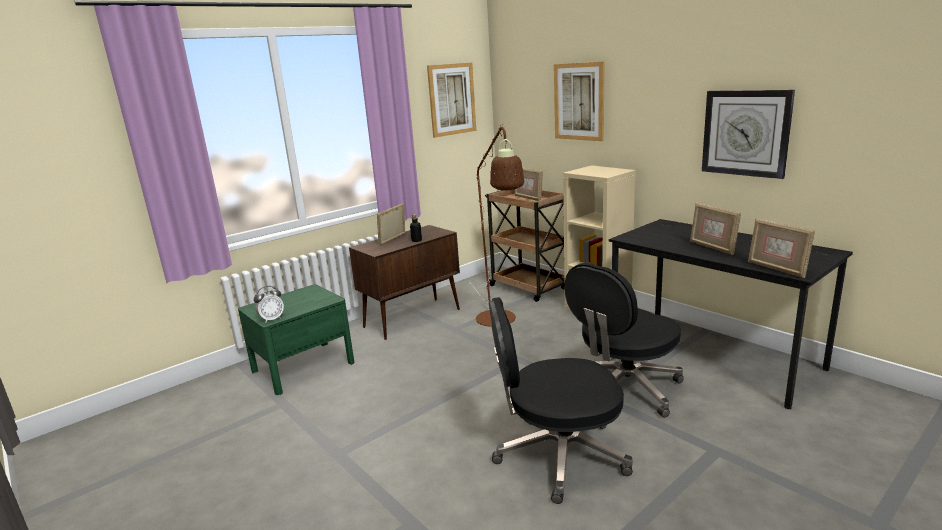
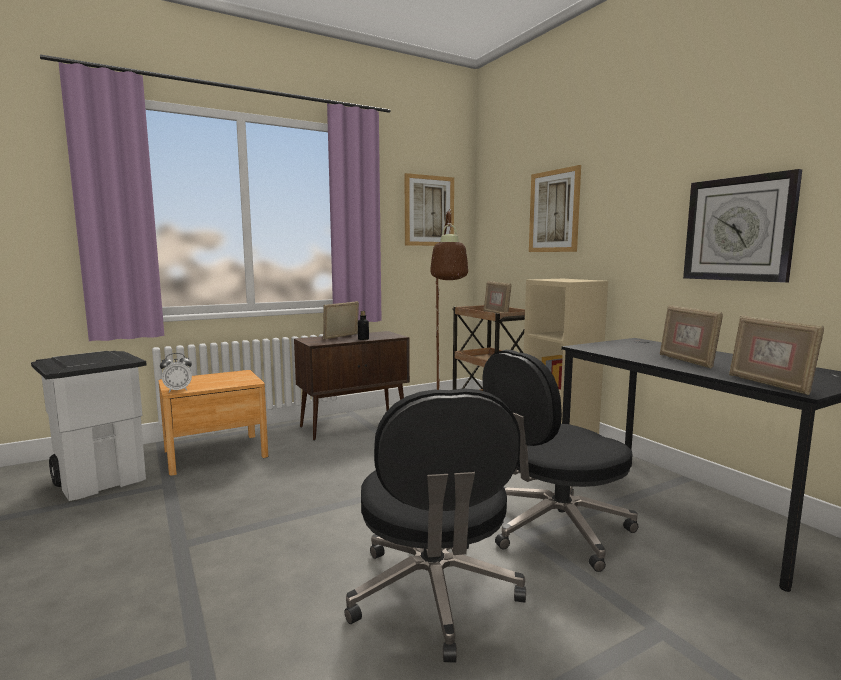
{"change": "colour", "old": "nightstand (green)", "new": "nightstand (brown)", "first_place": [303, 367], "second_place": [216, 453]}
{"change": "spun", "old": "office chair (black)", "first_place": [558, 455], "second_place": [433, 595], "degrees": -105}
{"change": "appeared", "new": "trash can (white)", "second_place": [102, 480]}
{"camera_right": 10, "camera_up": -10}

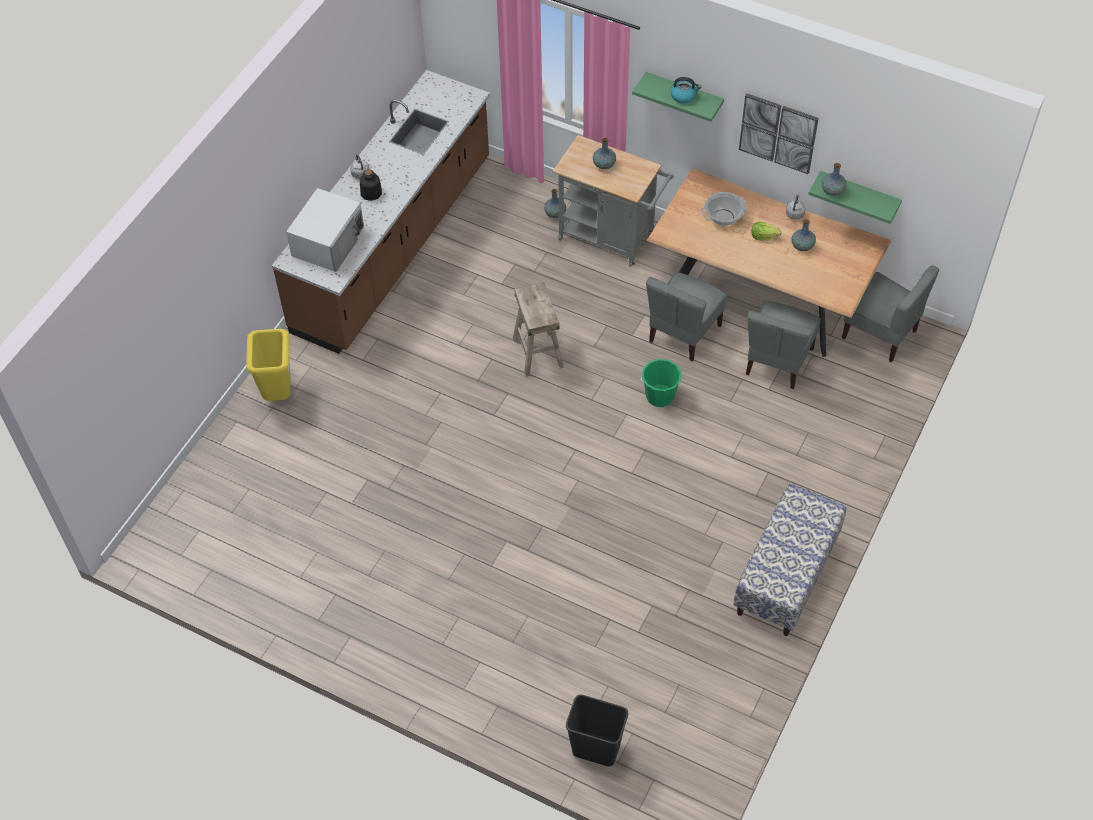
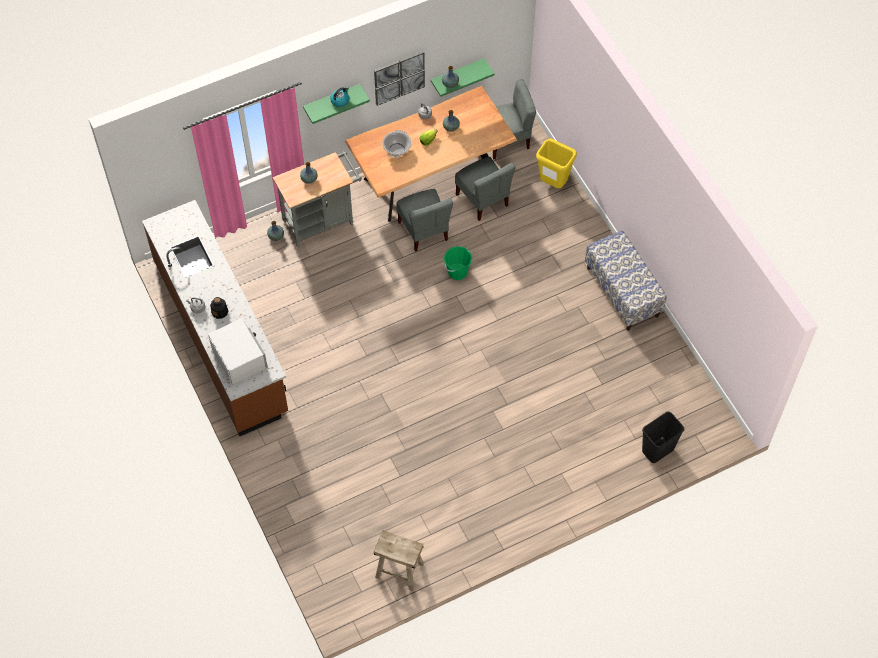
{"change": "relocated", "old": "trash can (yellow)", "first_place": [278, 393], "second_place": [553, 183]}
{"change": "relocated", "old": "stool (beige)", "first_place": [537, 352], "second_place": [399, 570]}
{"camera_right": -55, "camera_up": 5}

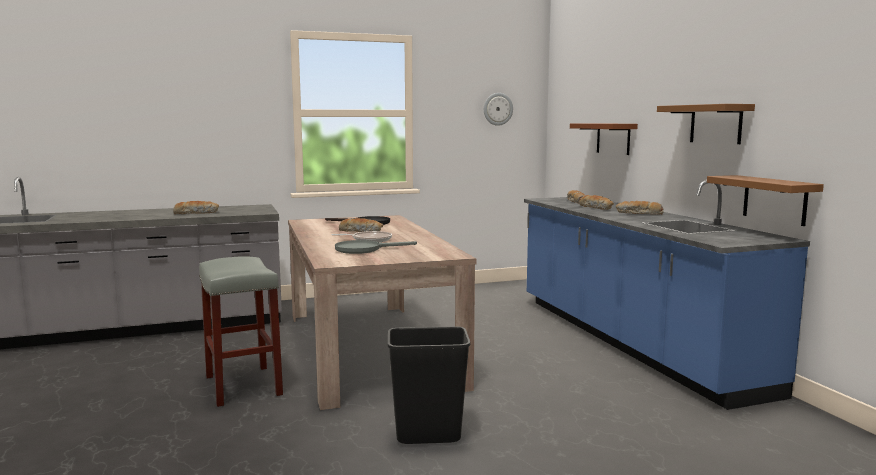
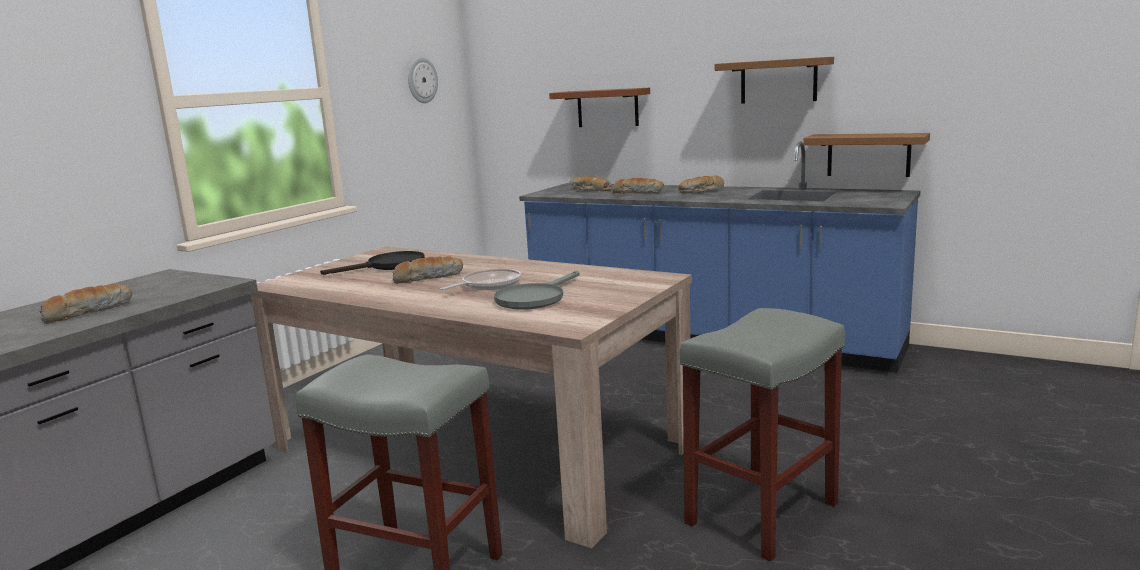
{"change": "exchanged", "old": "trash can (black)", "new": "stool (grey)", "first_place": [427, 436], "second_place": [761, 515]}
{"camera_right": -40, "camera_up": 5}

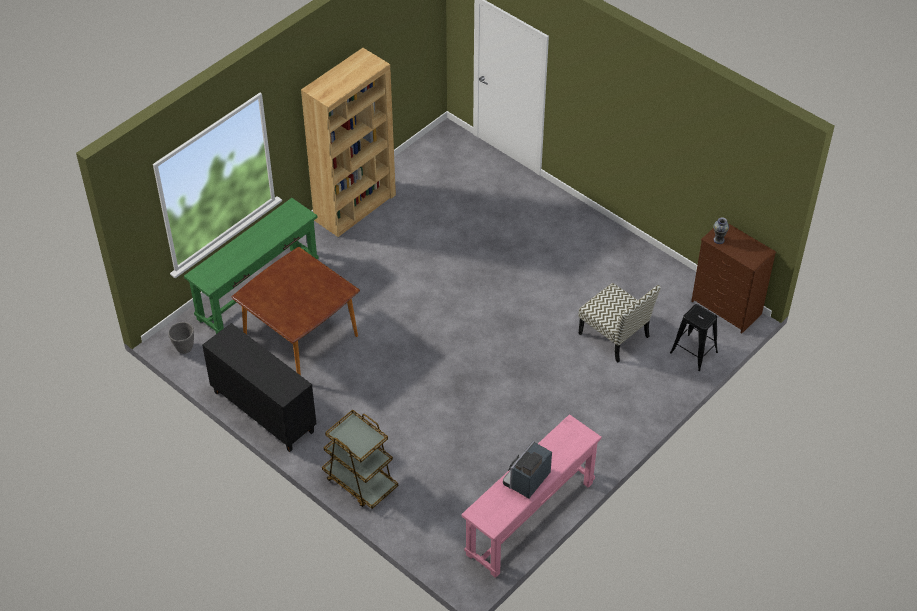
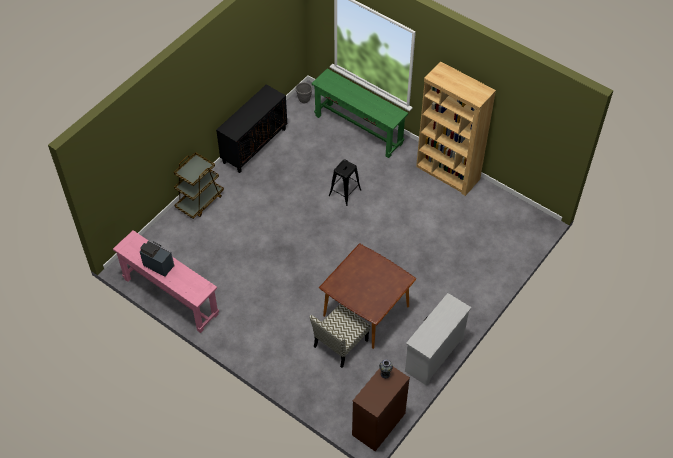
{"change": "relocated", "old": "dining table (brown)", "first_place": [301, 338], "second_place": [366, 311]}
{"change": "relocated", "old": "stool (black)", "first_place": [694, 353], "second_place": [344, 193]}
{"change": "appeared", "new": "dresser (white)", "second_place": [434, 355]}
{"camera_right": 85, "camera_up": 5}

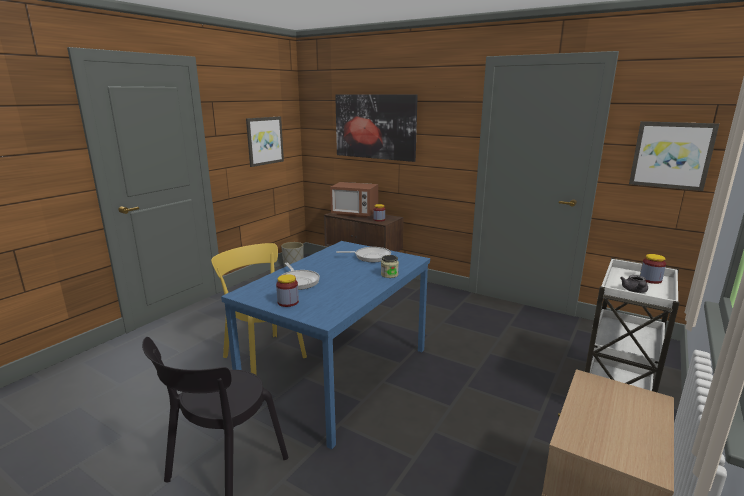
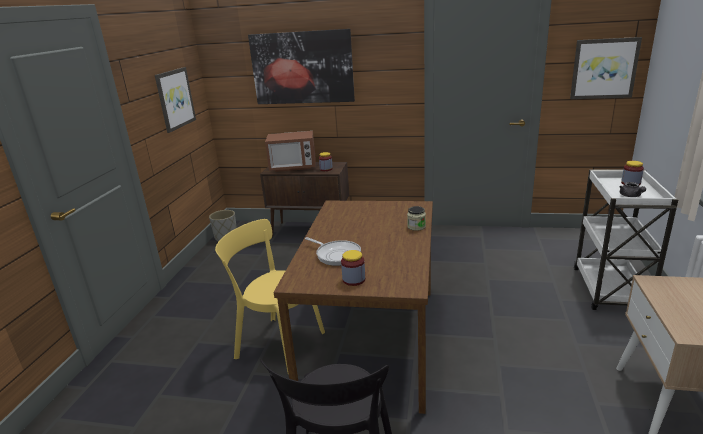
{"change": "colour", "old": "dining table (blue)", "new": "dining table (brown)", "first_place": [338, 373], "second_place": [370, 338]}
{"change": "missing", "old": "frying pan", "first_place": [370, 257]}
{"camera_right": -20, "camera_up": 5}

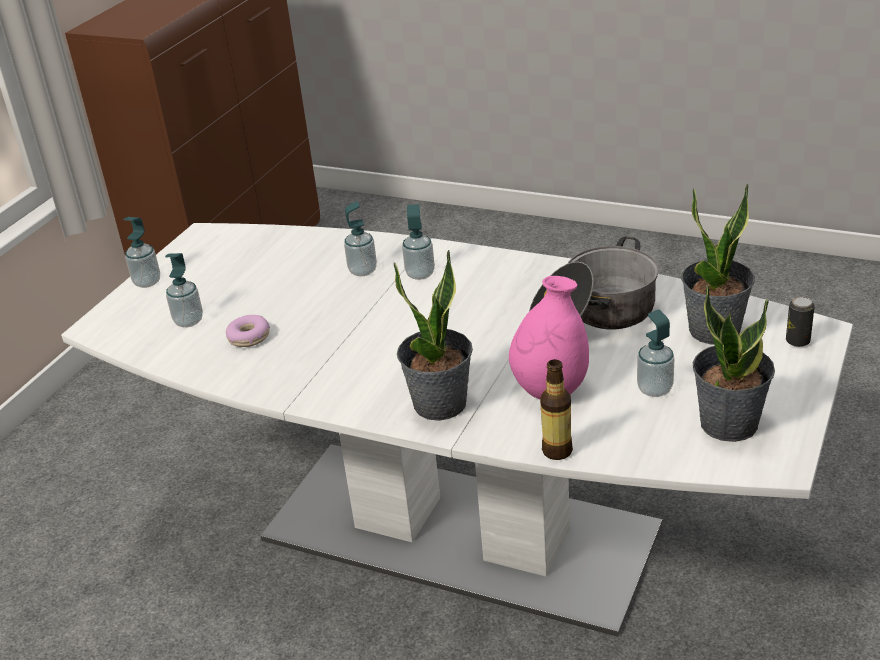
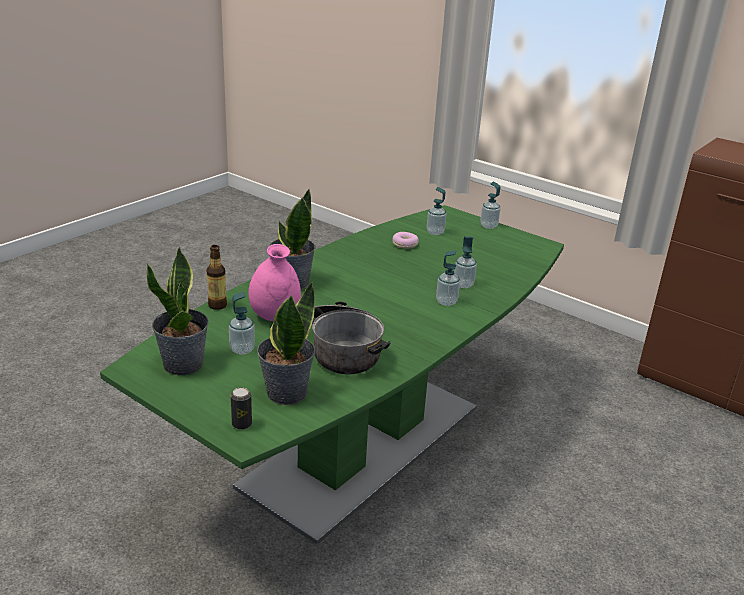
{"change": "colour", "old": "dining table (white)", "new": "dining table (green)", "first_place": [461, 533], "second_place": [363, 446]}
{"camera_right": 100, "camera_up": -5}

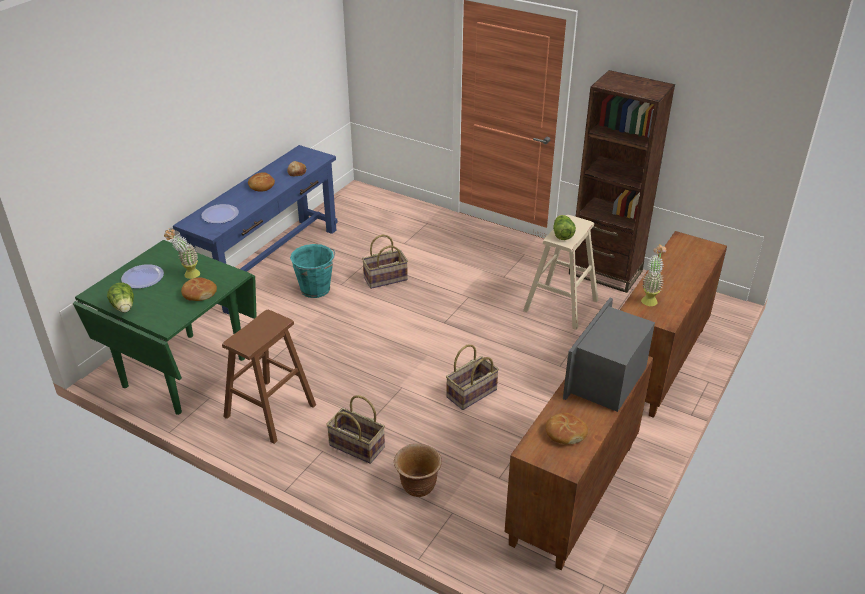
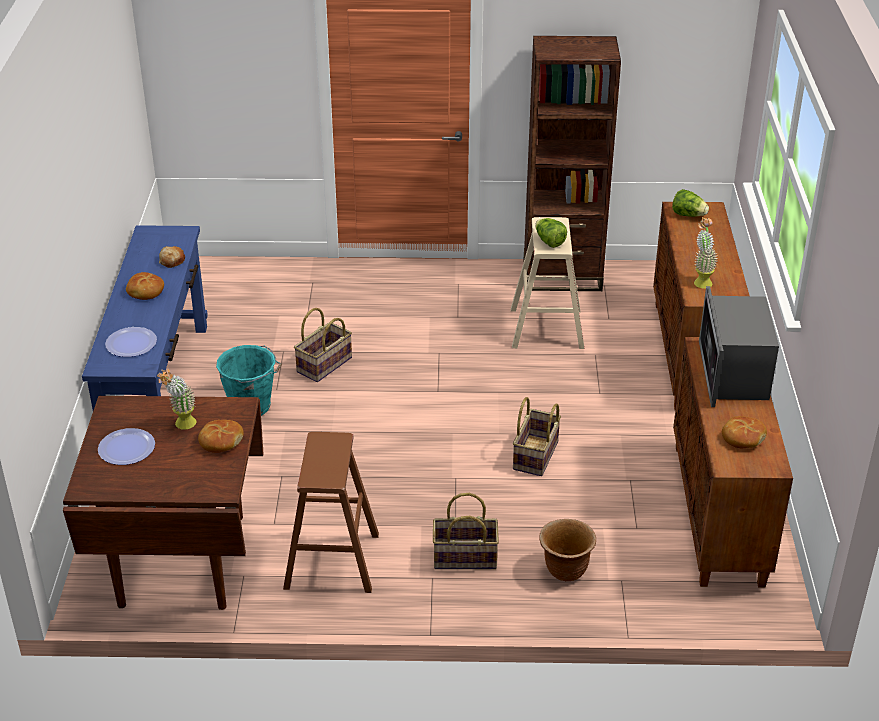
{"change": "colour", "old": "dining table (green)", "new": "dining table (brown)", "first_place": [184, 371], "second_place": [181, 560]}
{"change": "relocated", "old": "lettuce", "first_place": [124, 308], "second_place": [688, 215]}
{"camera_right": -30, "camera_up": 0}

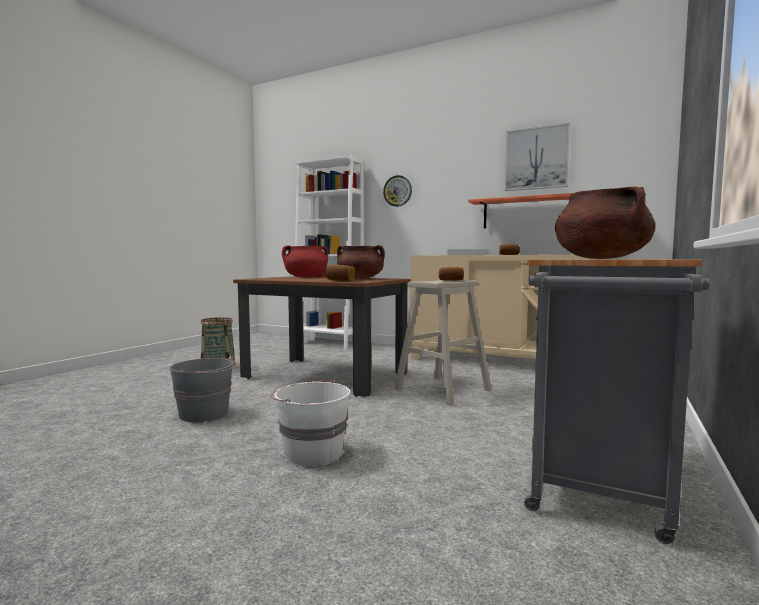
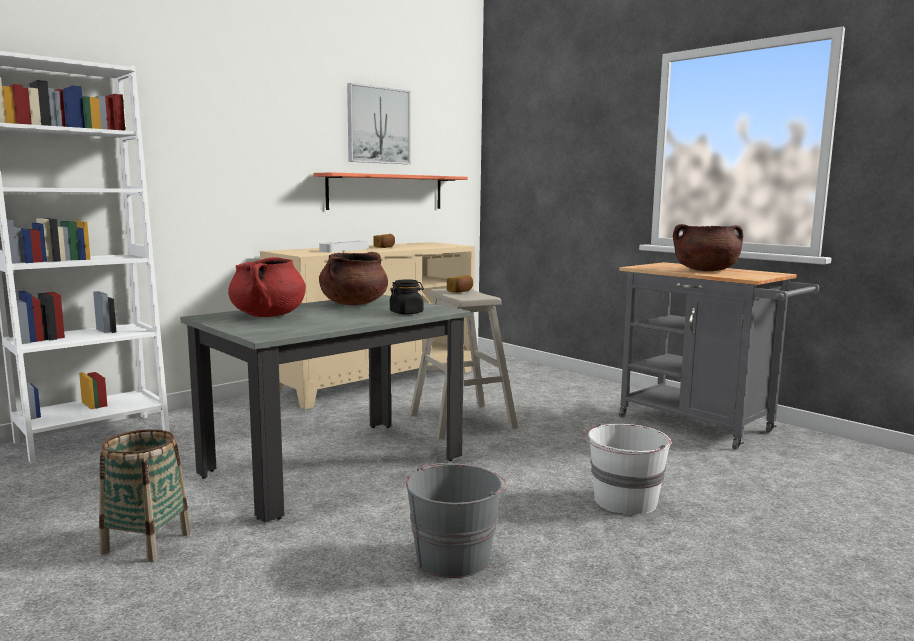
{"change": "colour", "old": "dining table (brown)", "new": "dining table (grey)", "first_place": [324, 376], "second_place": [334, 465]}
{"change": "exchanged", "old": "bread", "new": "jar (black)", "first_place": [339, 280], "second_place": [406, 313]}
{"change": "missing", "old": "wall clock", "first_place": [397, 191]}
{"camera_right": -70, "camera_up": 5}

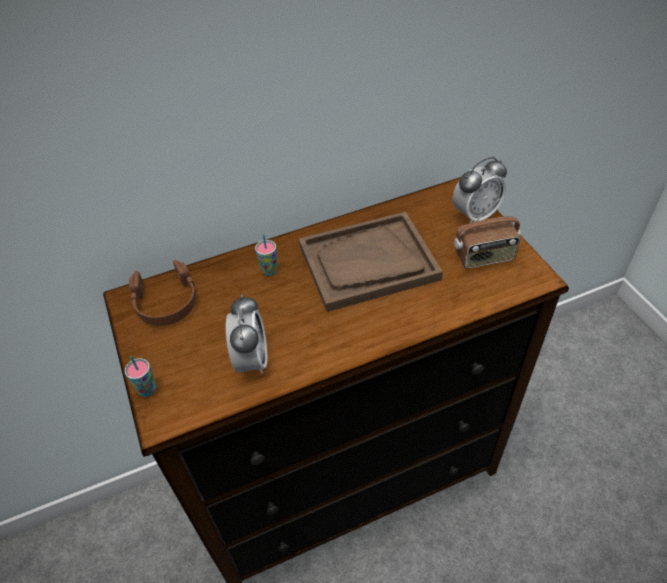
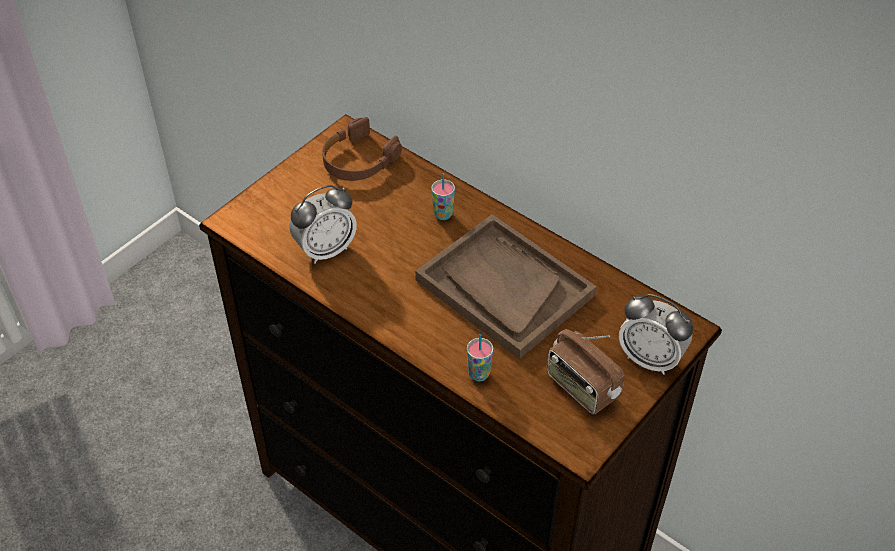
{"change": "relocated", "old": "cup", "first_place": [147, 390], "second_place": [479, 374]}
{"camera_right": 60, "camera_up": 0}

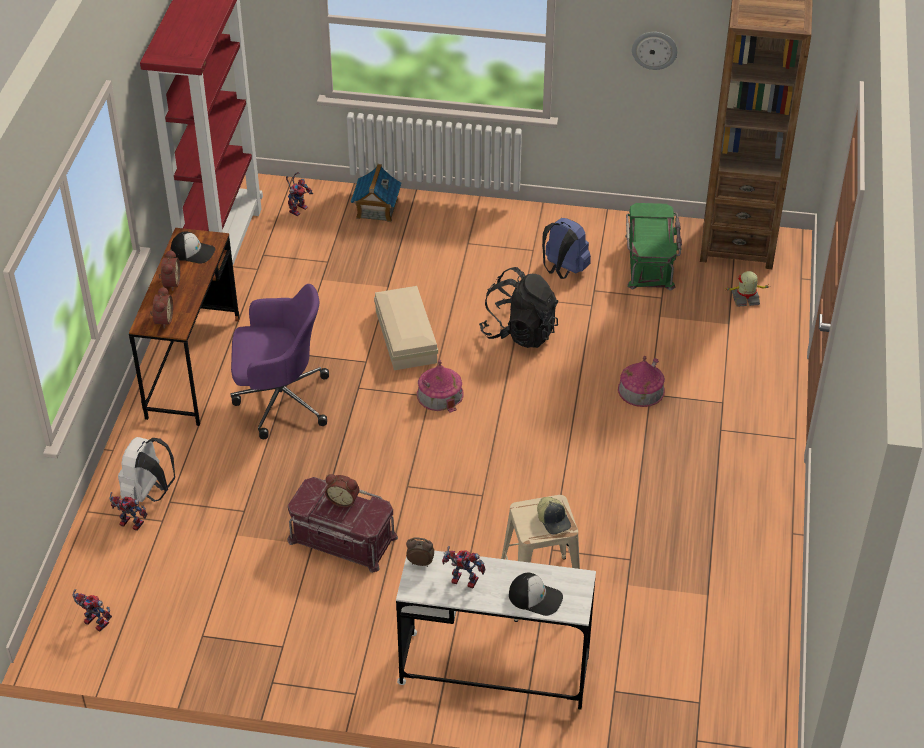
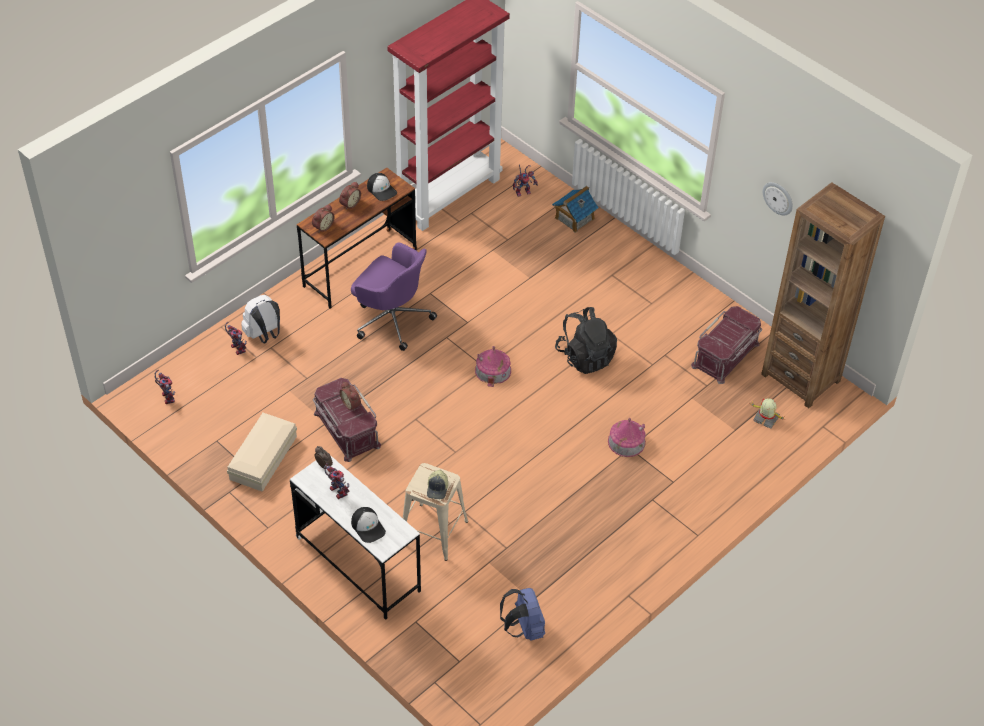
{"change": "relocated", "old": "storage box (beige)", "first_place": [405, 337], "second_place": [262, 458]}
{"change": "relocated", "old": "backpack (blue)", "first_place": [563, 270], "second_place": [523, 628]}
{"change": "colour", "old": "storage box (green)", "new": "storage box (red)", "first_place": [651, 261], "second_place": [726, 355]}
{"camera_right": 35, "camera_up": 5}

